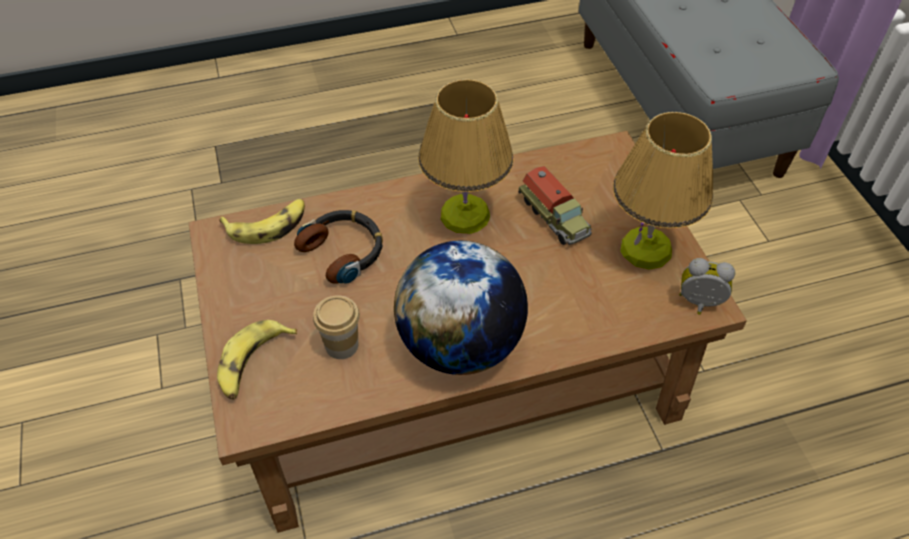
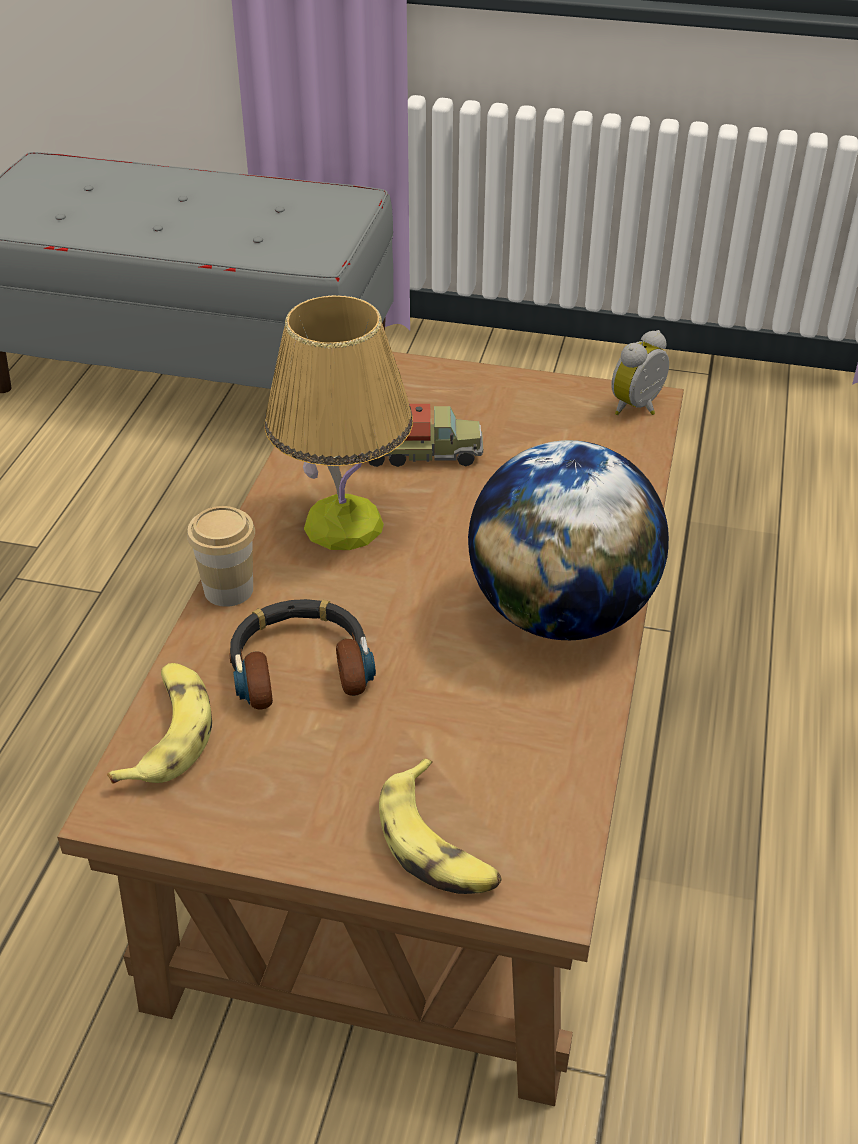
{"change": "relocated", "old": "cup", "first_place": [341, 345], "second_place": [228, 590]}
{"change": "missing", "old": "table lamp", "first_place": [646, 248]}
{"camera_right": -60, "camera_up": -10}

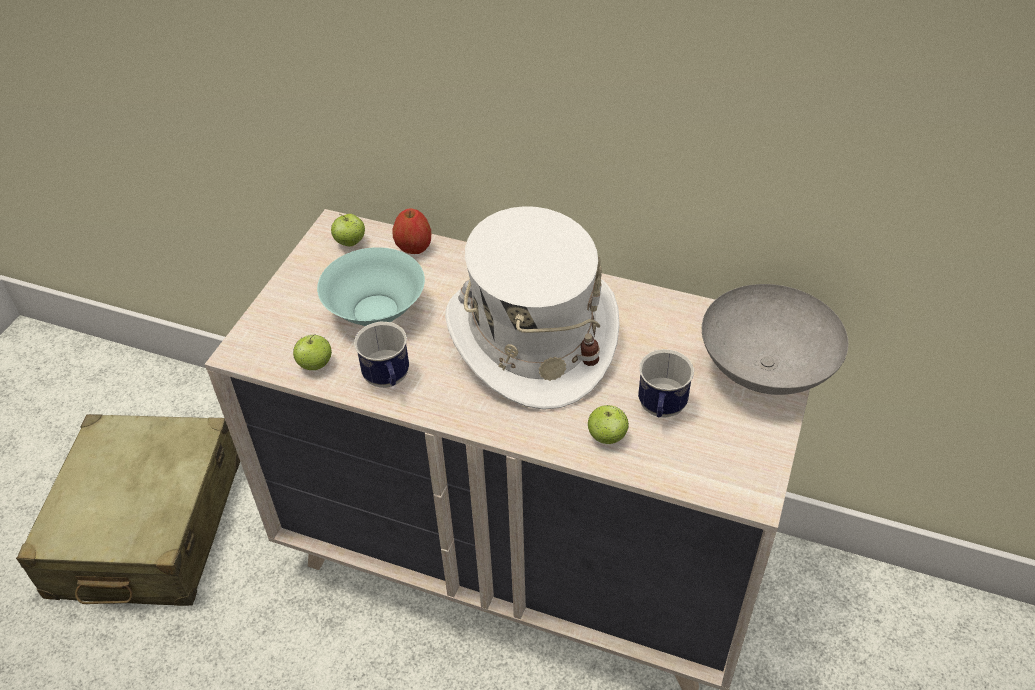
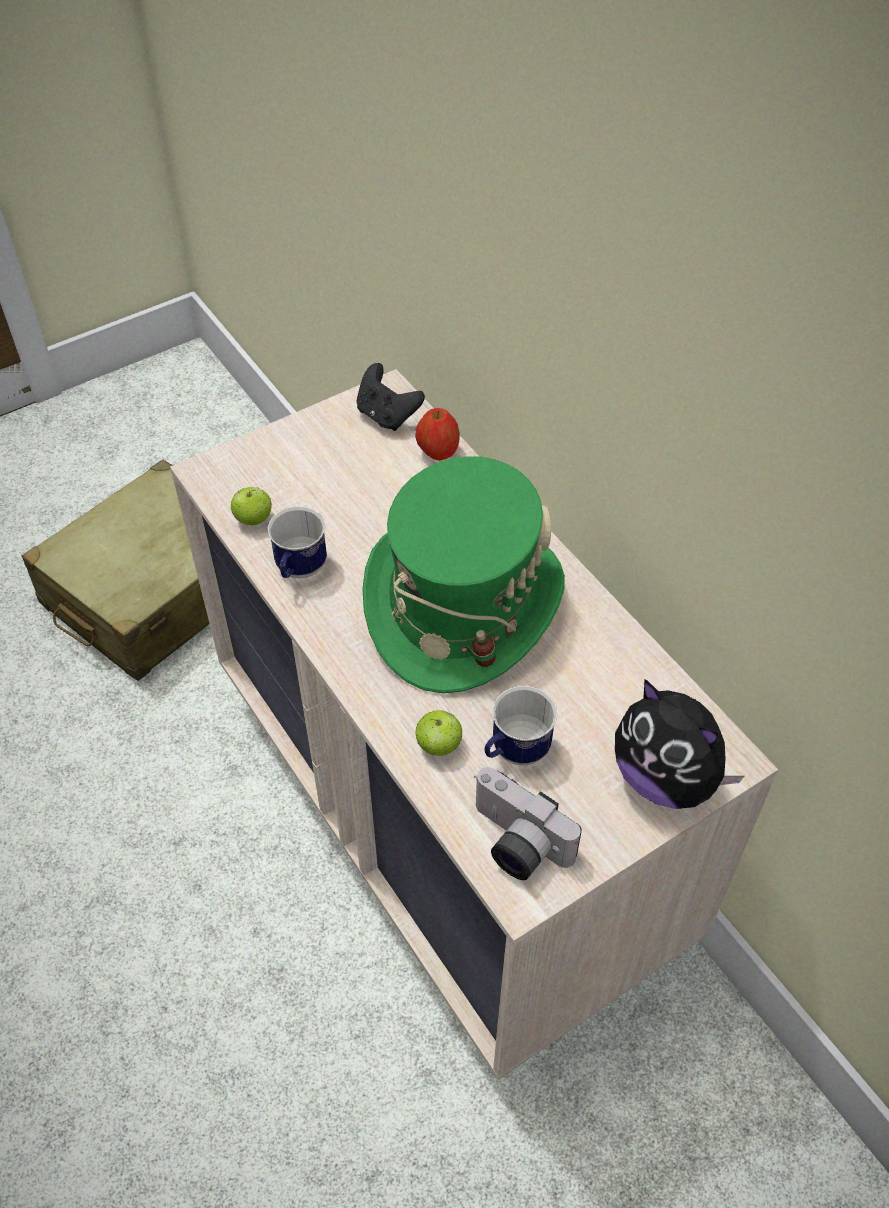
{"change": "missing", "old": "bowl (turquoise)", "first_place": [376, 310]}
{"change": "exchanged", "old": "apple", "new": "game controller (black)", "first_place": [350, 242], "second_place": [387, 415]}
{"change": "colour", "old": "hat (white)", "new": "hat (green)", "first_place": [531, 337], "second_place": [462, 604]}
{"change": "exchanged", "old": "bowl (grey)", "new": "plush toy", "first_place": [768, 369], "second_place": [666, 778]}
{"change": "appeared", "new": "photo camera", "second_place": [514, 844]}
{"camera_right": 35, "camera_up": 5}

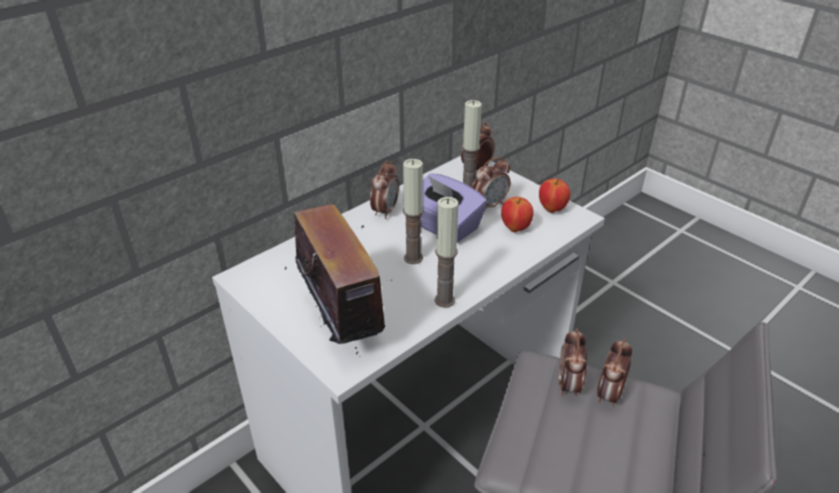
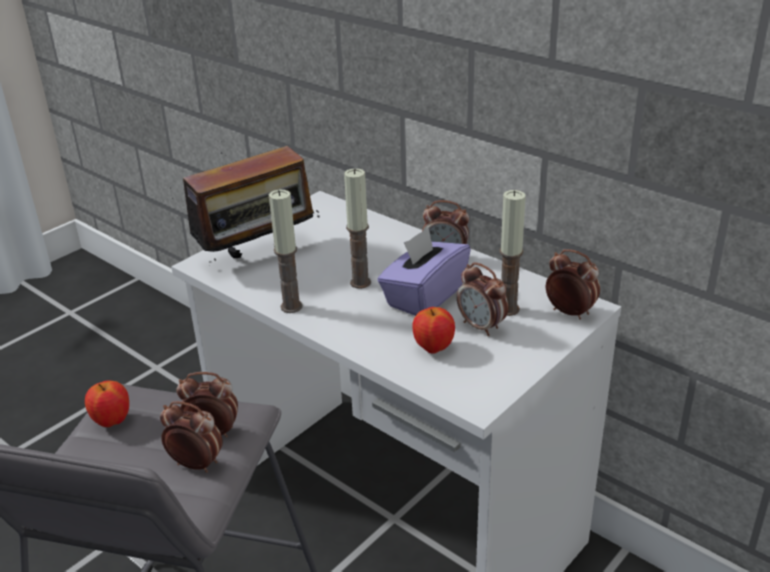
{"change": "relocated", "old": "apple", "first_place": [552, 209], "second_place": [112, 421]}
{"camera_right": 85, "camera_up": -5}

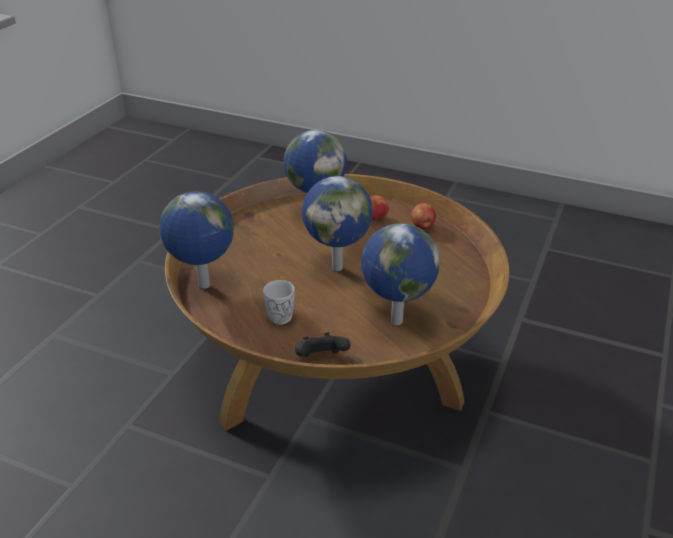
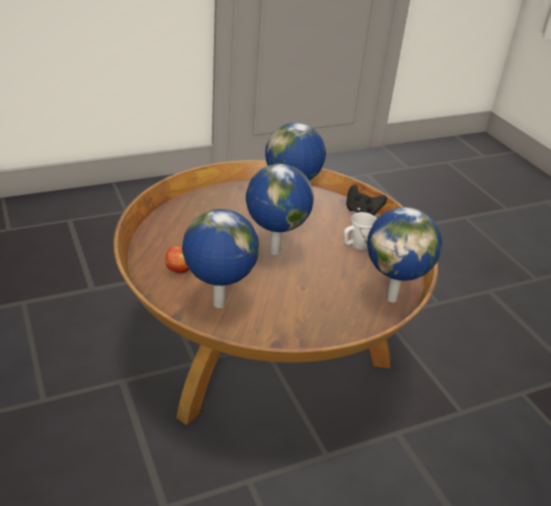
{"change": "missing", "old": "apple", "first_place": [422, 227]}
{"camera_right": -140, "camera_up": 0}

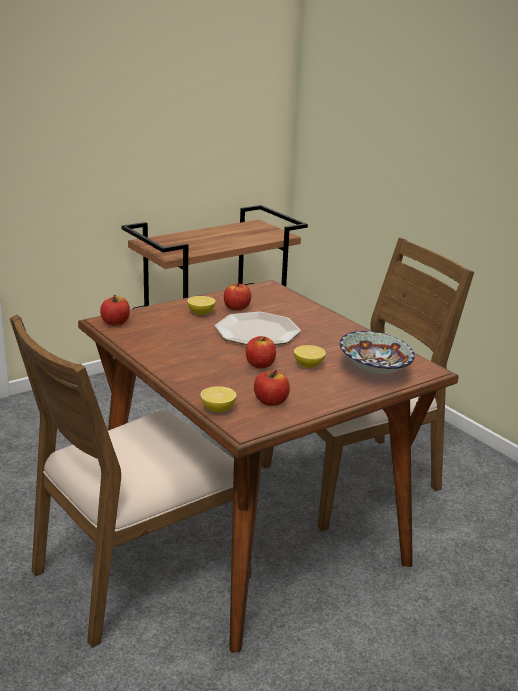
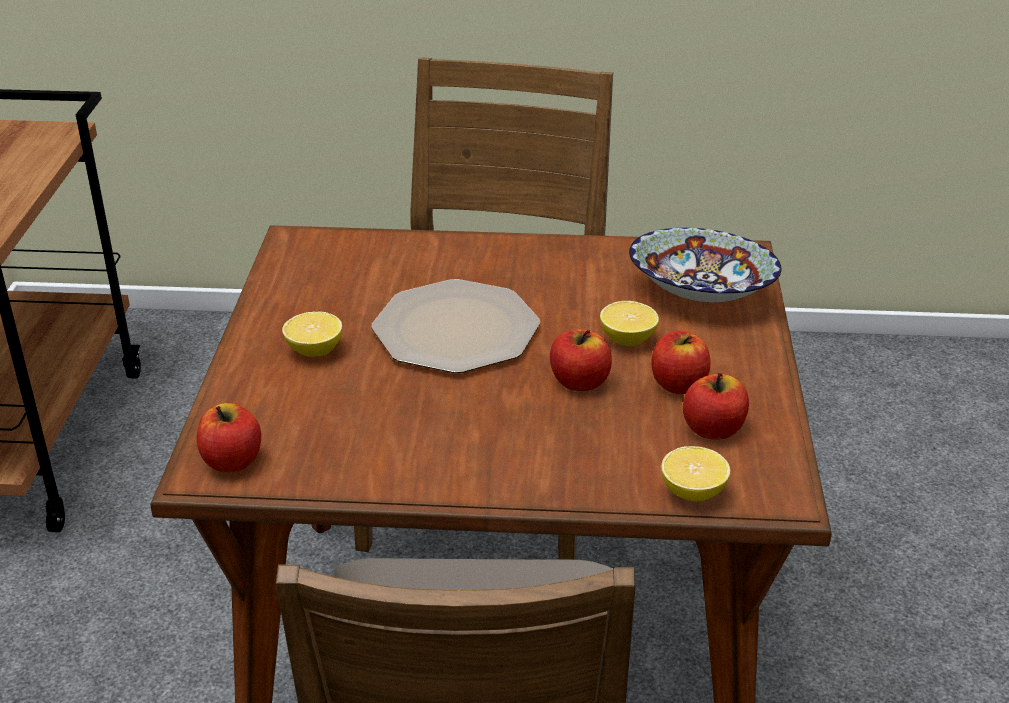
{"change": "relocated", "old": "apple", "first_place": [236, 308], "second_place": [678, 384]}
{"camera_right": -50, "camera_up": 10}

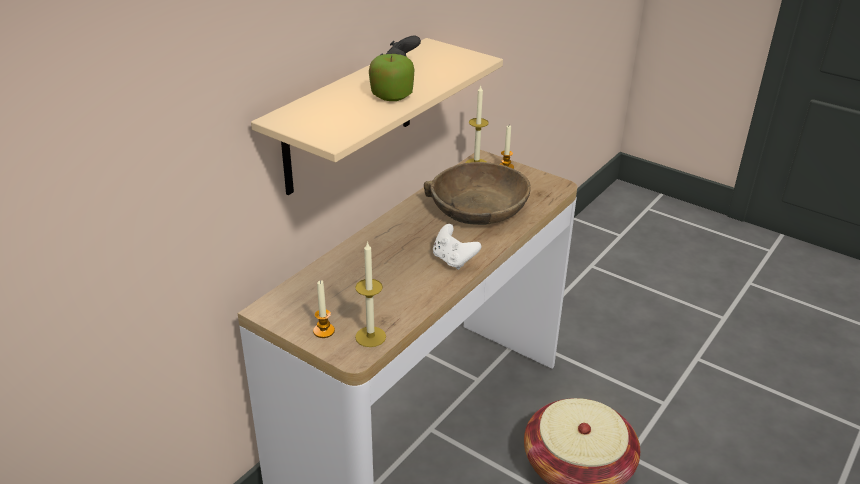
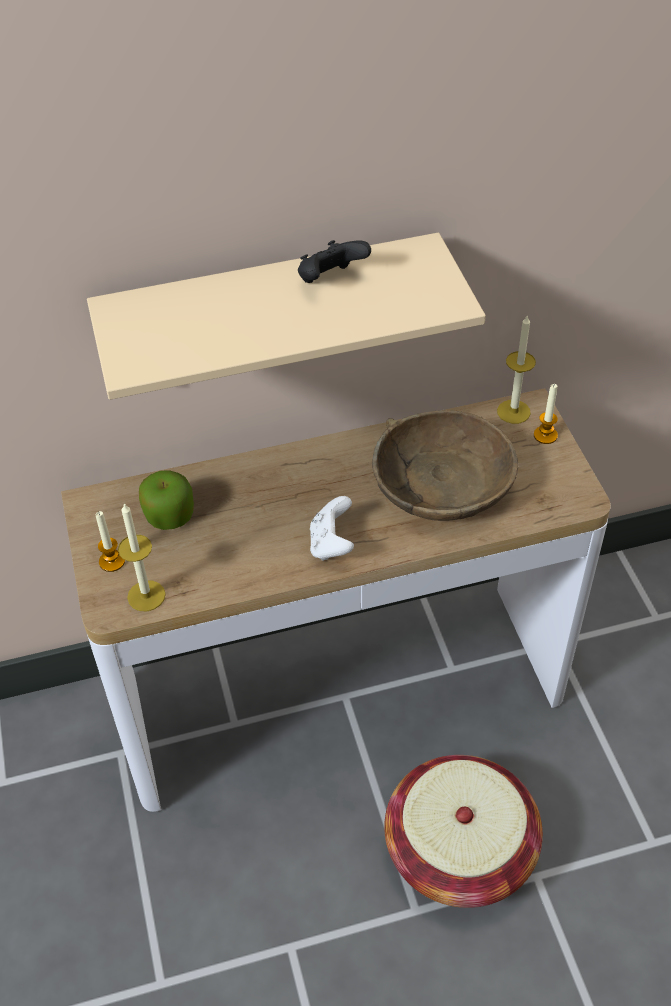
{"change": "relocated", "old": "apple", "first_place": [391, 95], "second_place": [169, 515]}
{"camera_right": 40, "camera_up": 15}

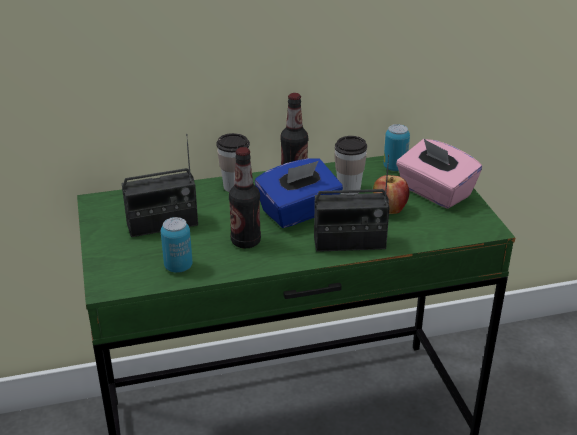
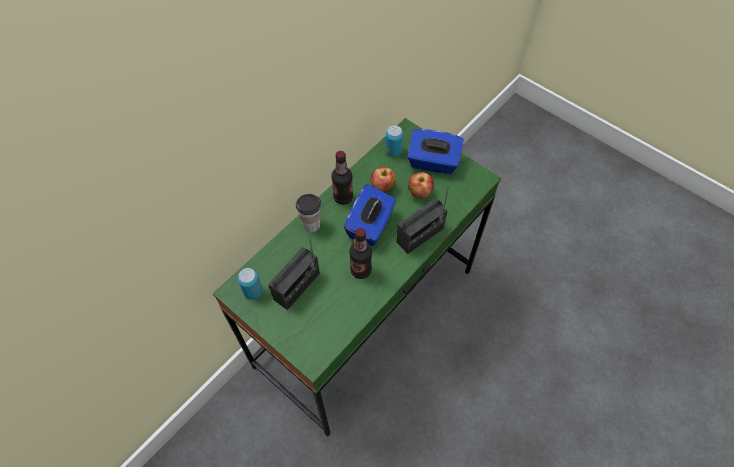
{"change": "relocated", "old": "can", "first_place": [178, 266], "second_place": [253, 291]}
{"change": "exchanged", "old": "cup", "new": "apple", "first_place": [348, 189], "second_place": [382, 188]}
{"change": "colour", "old": "tissue box (pink)", "new": "tissue box (blue)", "first_place": [434, 192], "second_place": [433, 162]}
{"camera_right": -35, "camera_up": 25}

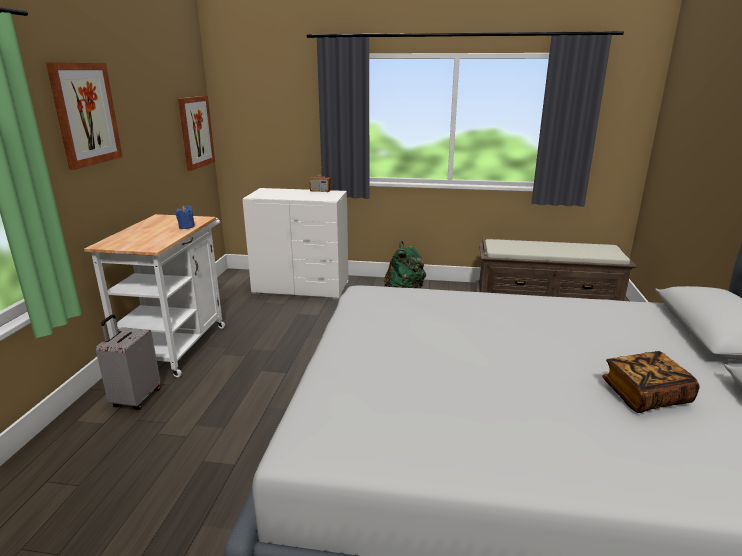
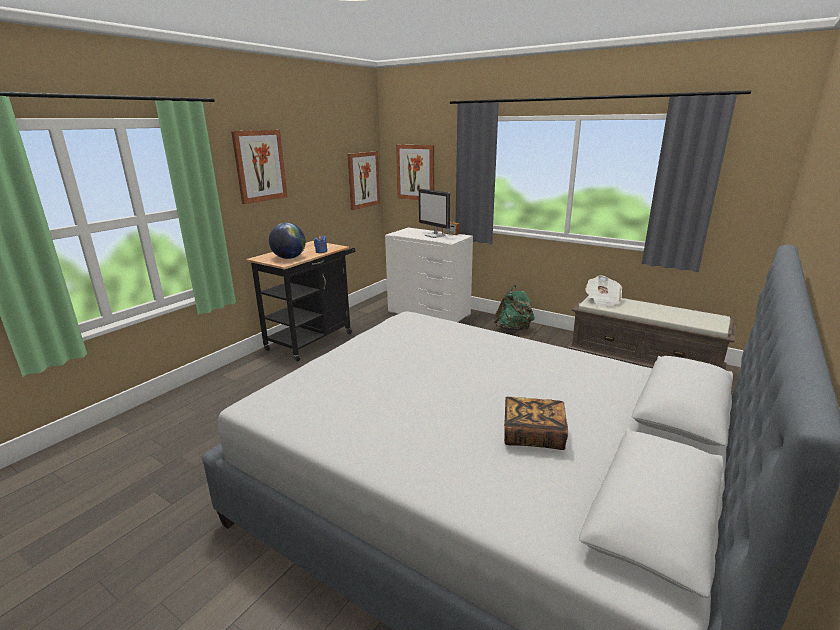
{"change": "colour", "old": "cart (white)", "new": "cart (black)", "first_place": [178, 344], "second_place": [313, 339]}
{"change": "missing", "old": "suitcase (grey)", "first_place": [135, 399]}
{"change": "appeared", "new": "globe", "second_place": [289, 258]}
{"change": "appeared", "new": "picture", "second_place": [416, 172]}
{"change": "appeared", "new": "monitor", "second_place": [435, 235]}
{"change": "appeared", "new": "newspaper", "second_place": [602, 301]}
{"camera_right": 25, "camera_up": 0}

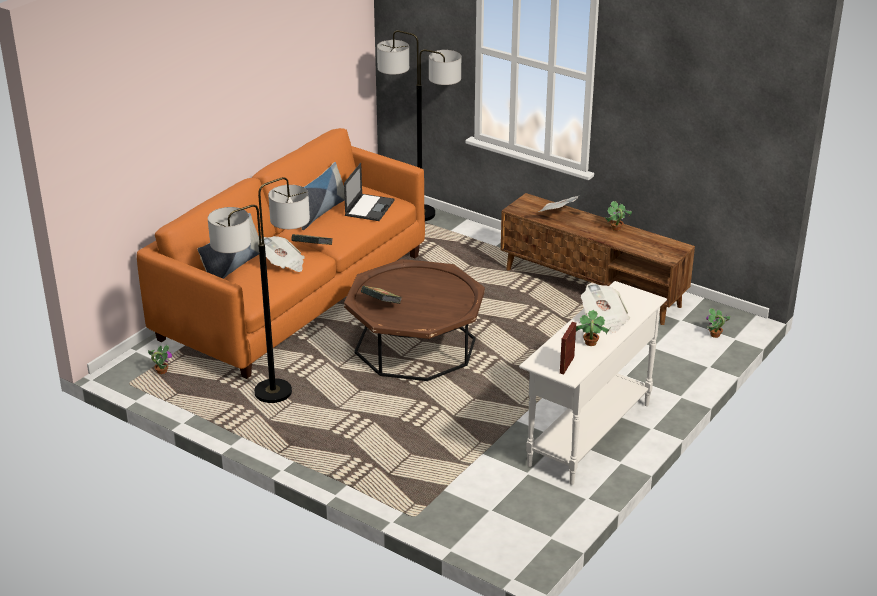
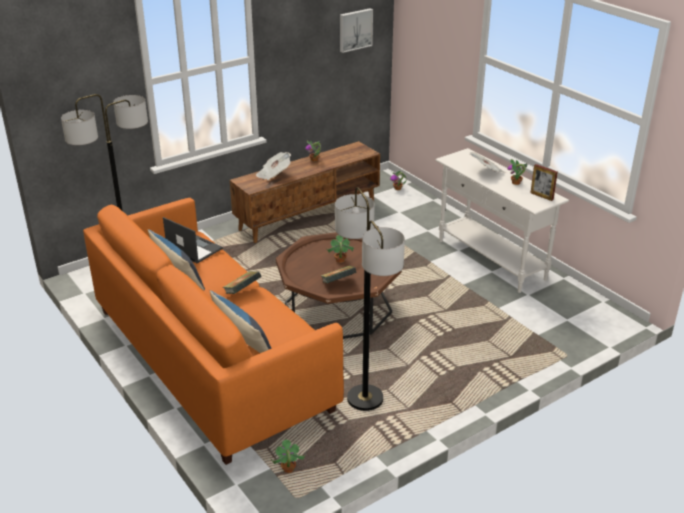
{"change": "missing", "old": "newspaper", "first_place": [284, 264]}
{"change": "appeared", "new": "potted plant", "second_place": [340, 260]}
{"change": "appeared", "new": "picture", "second_place": [355, 29]}
{"camera_right": -70, "camera_up": 0}

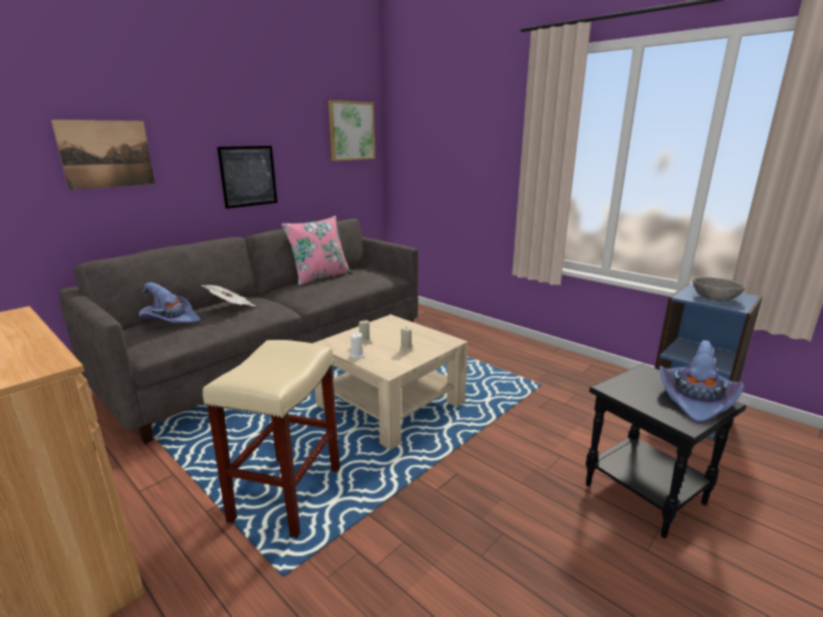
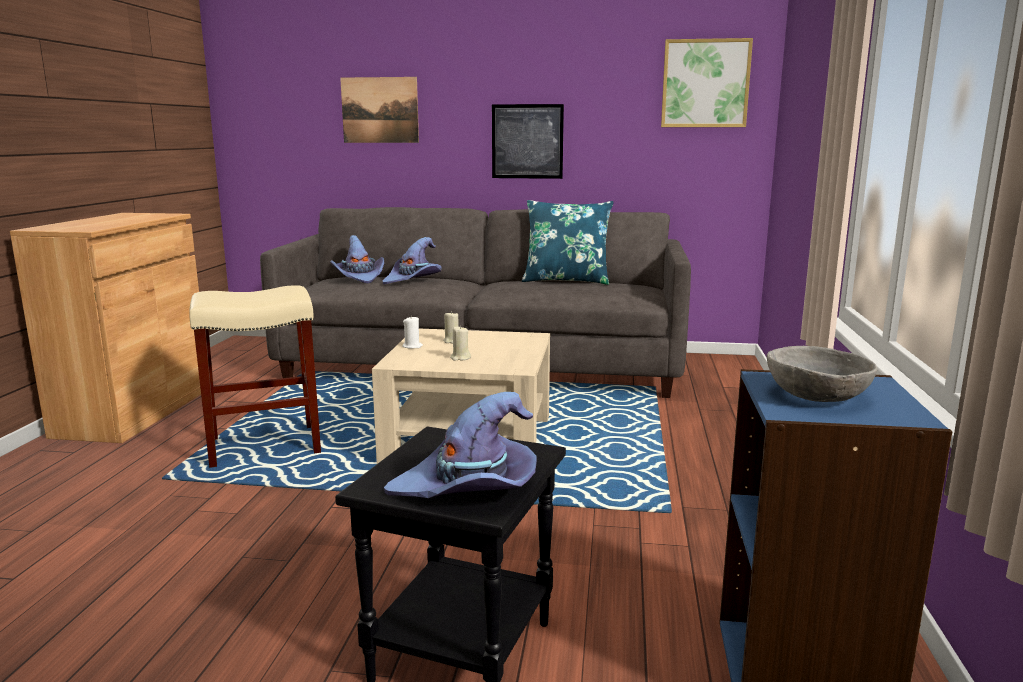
{"change": "exchanged", "old": "newspaper", "new": "hat (purple)", "first_place": [231, 307], "second_place": [413, 280]}
{"change": "colour", "old": "pillow (pink)", "new": "pillow (blue)", "first_place": [319, 277], "second_place": [566, 280]}
{"camera_right": 55, "camera_up": -5}

